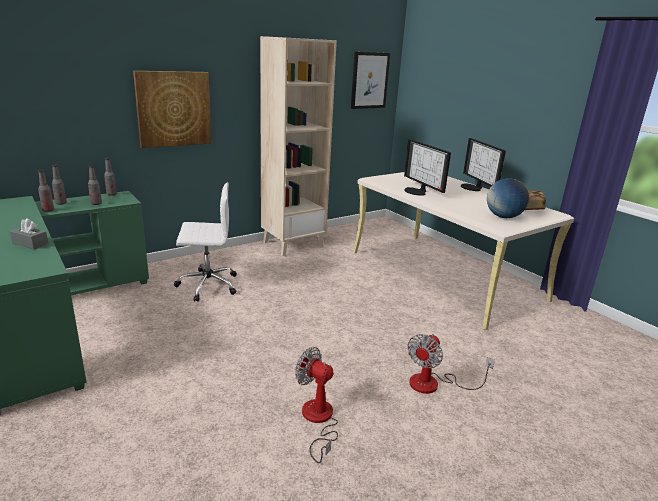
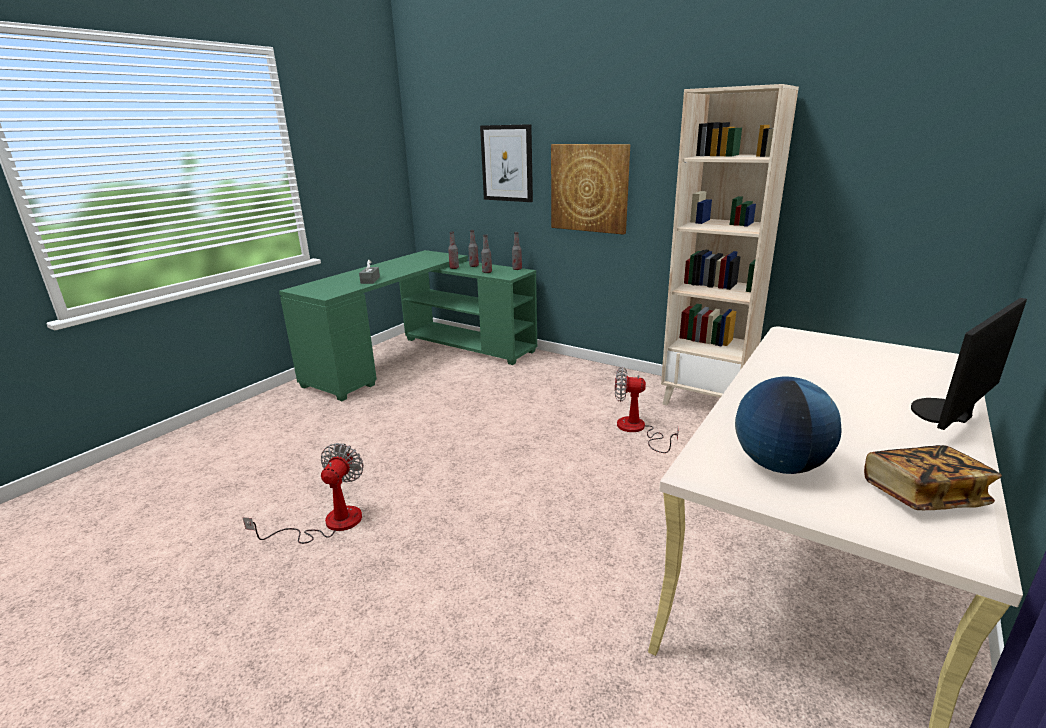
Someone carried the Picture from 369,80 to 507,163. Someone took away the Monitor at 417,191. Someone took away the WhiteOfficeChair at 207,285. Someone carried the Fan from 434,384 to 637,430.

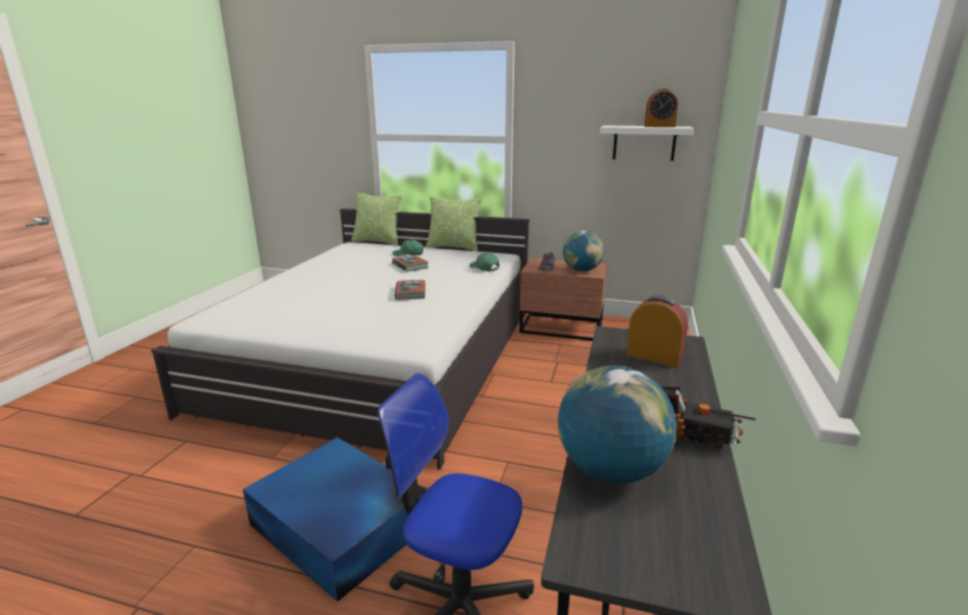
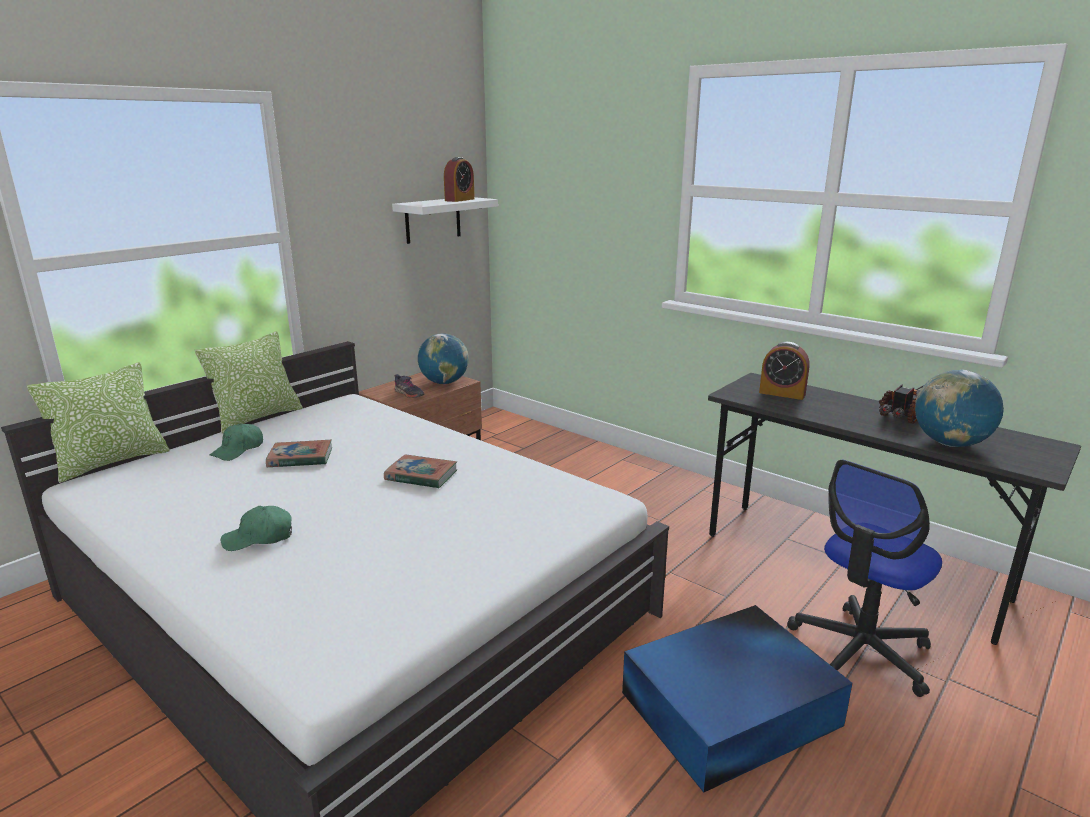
Someone carried the GreenCap from 484,268 to 259,538. Someone rotated the AlarmClock at 654,357 by 120 degrees counterclockwise.

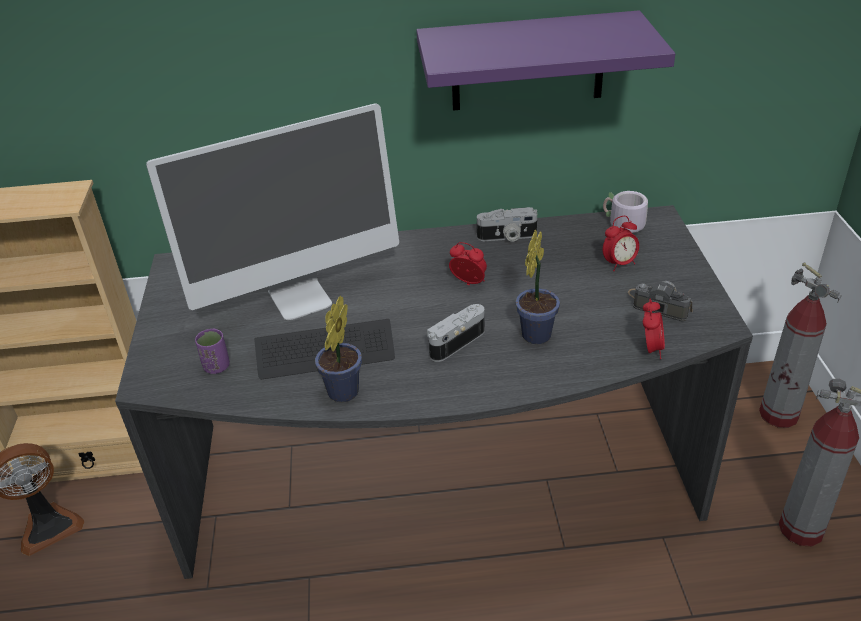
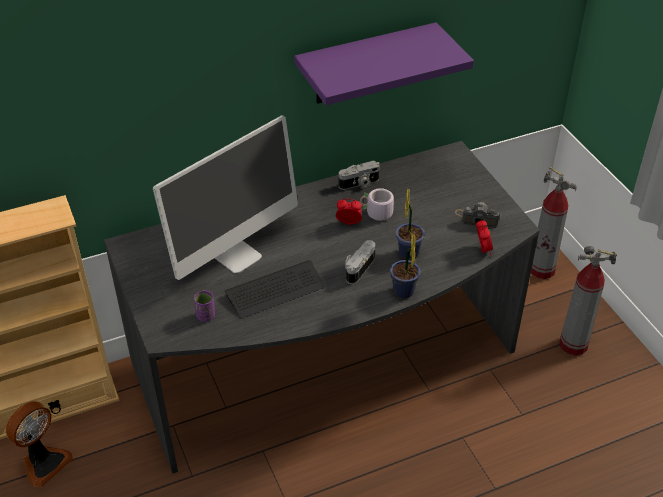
Someone carried the GreyMug from 622,225 to 376,214. Someone took away the AlarmClock at 619,264. Someone carried the PottedPlant from 341,395 to 403,293.

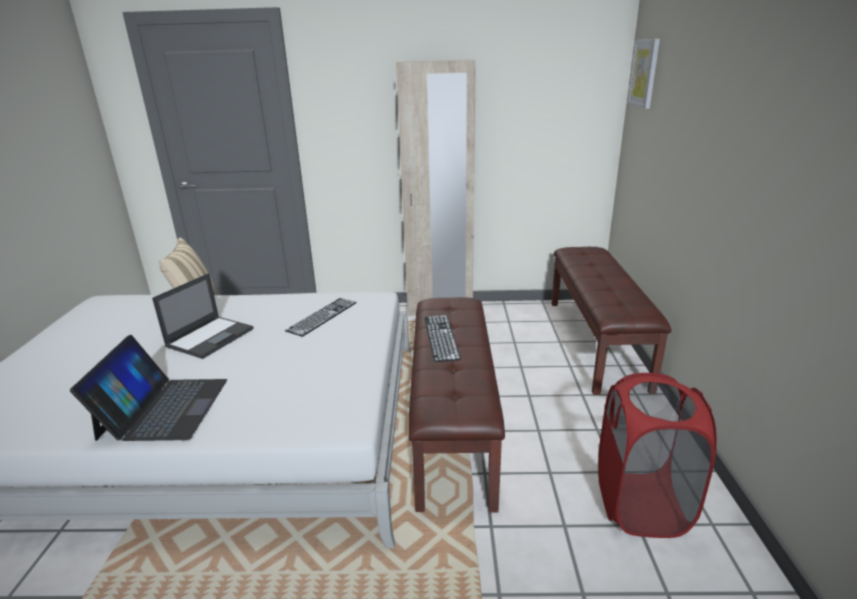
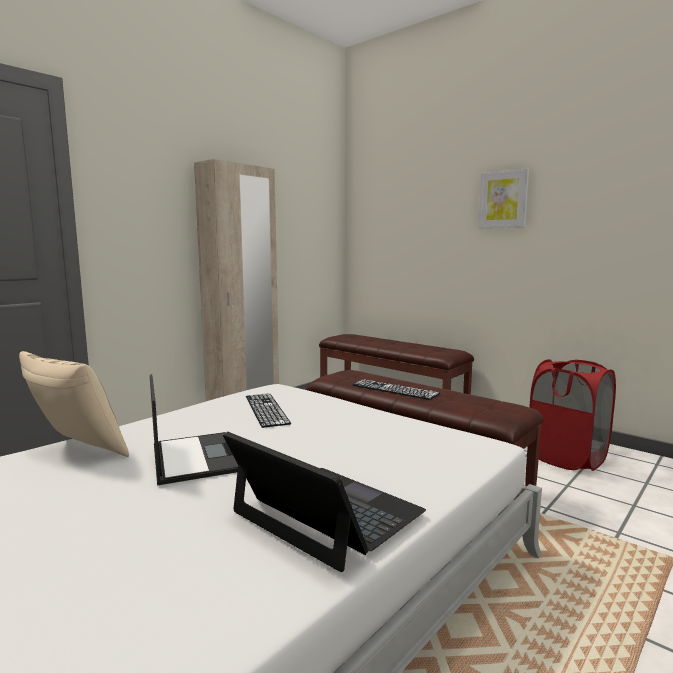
Someone carried the Picture from 644,73 to 503,199.

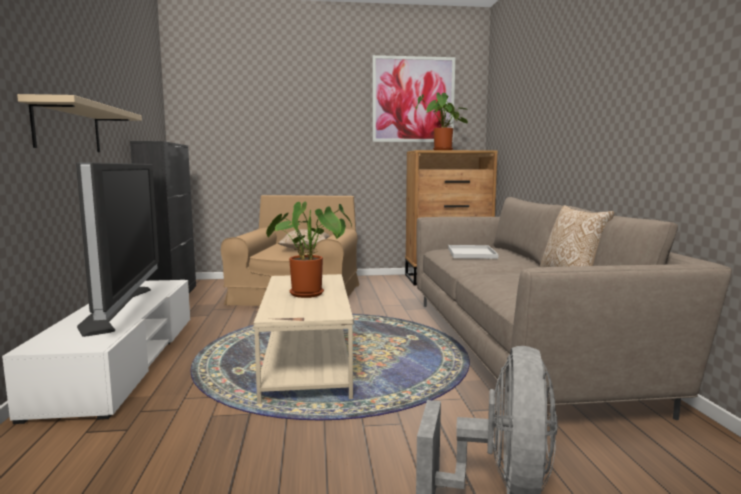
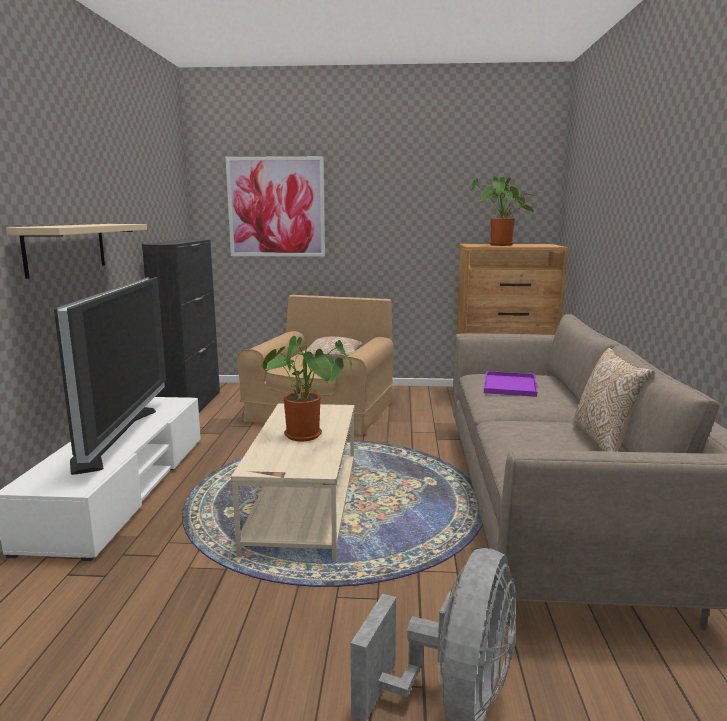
Someone carried the Picture from 413,99 to 276,207. Someone repainted the WhiteTray at 472,253, which became the PurpleTray at 510,386.

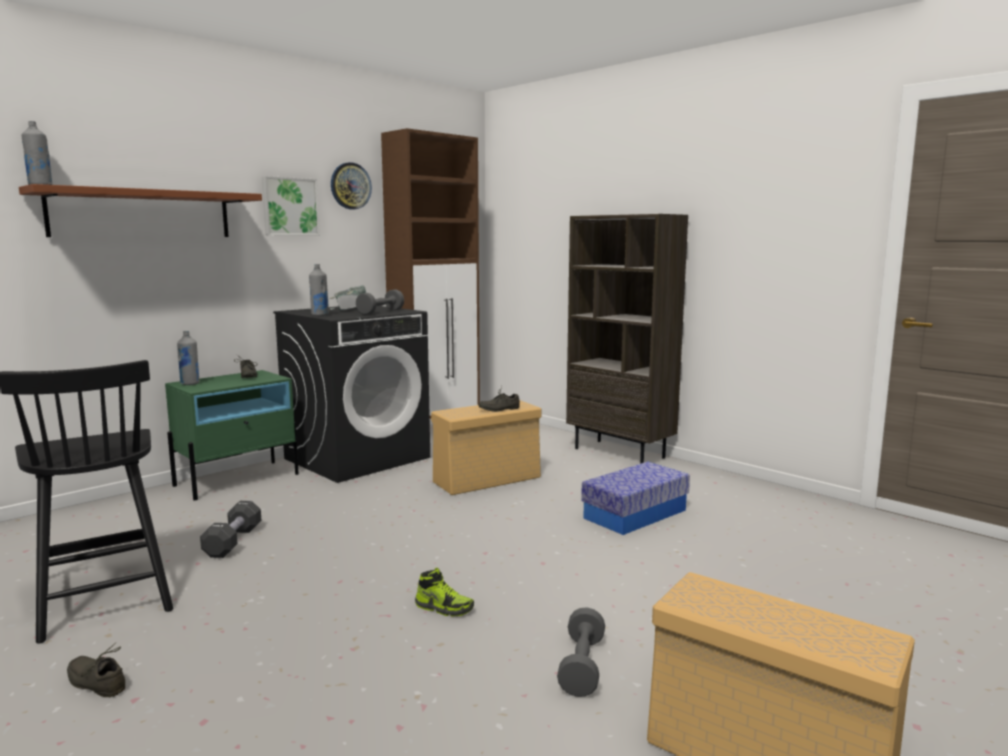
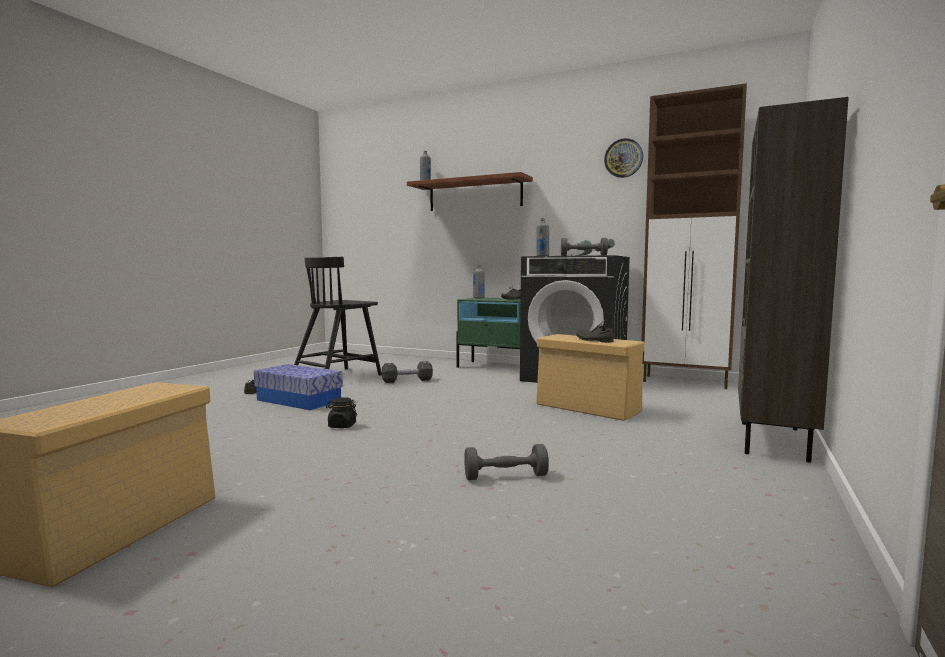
Someone took away the Picture at 289,207. Someone carried the StorageBox from 635,514 to 299,400. Someone swapped the Shoe at 444,608 for the BlackJar at 342,426. Someone carried the GreyDumbbell from 582,666 to 505,476.

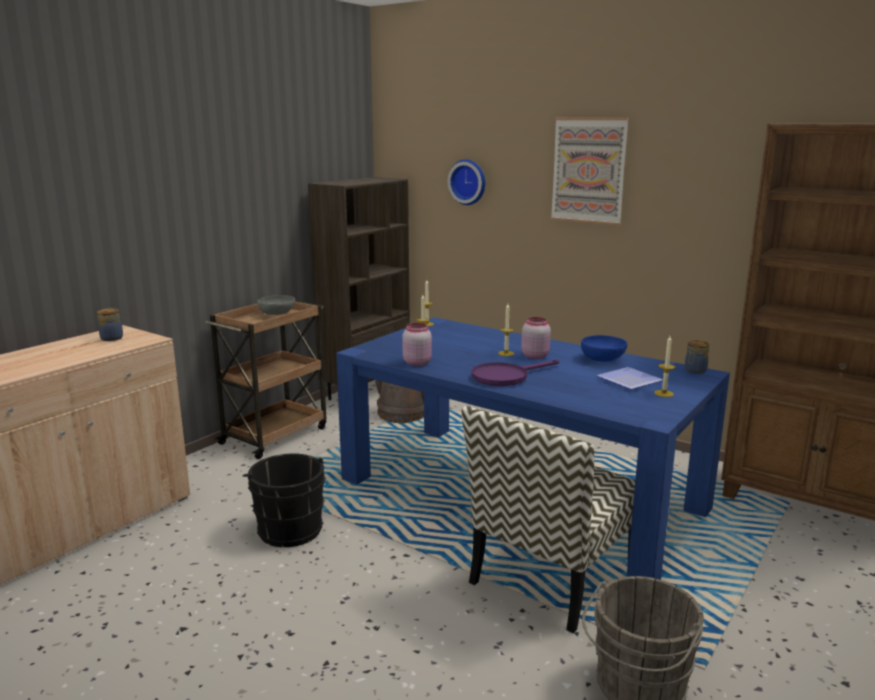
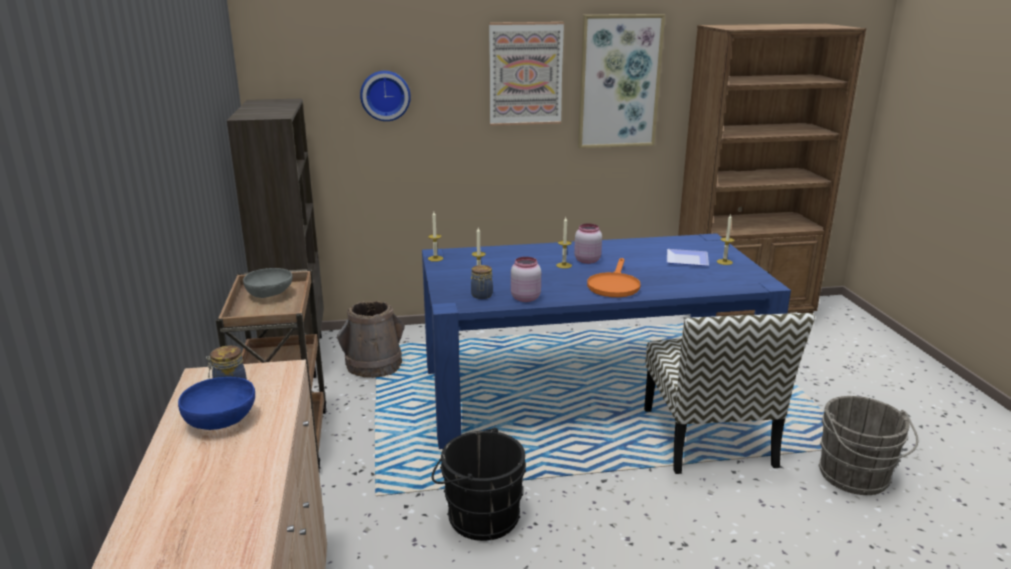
Someone carried the BlueBowl from 603,359 to 221,420. Someone carried the Jar from 694,371 to 481,296. Someone repainted the PurpleFryingPan at 506,376, which became the OrangeFryingPan at 614,285. Someone put up the Picture at 619,82.

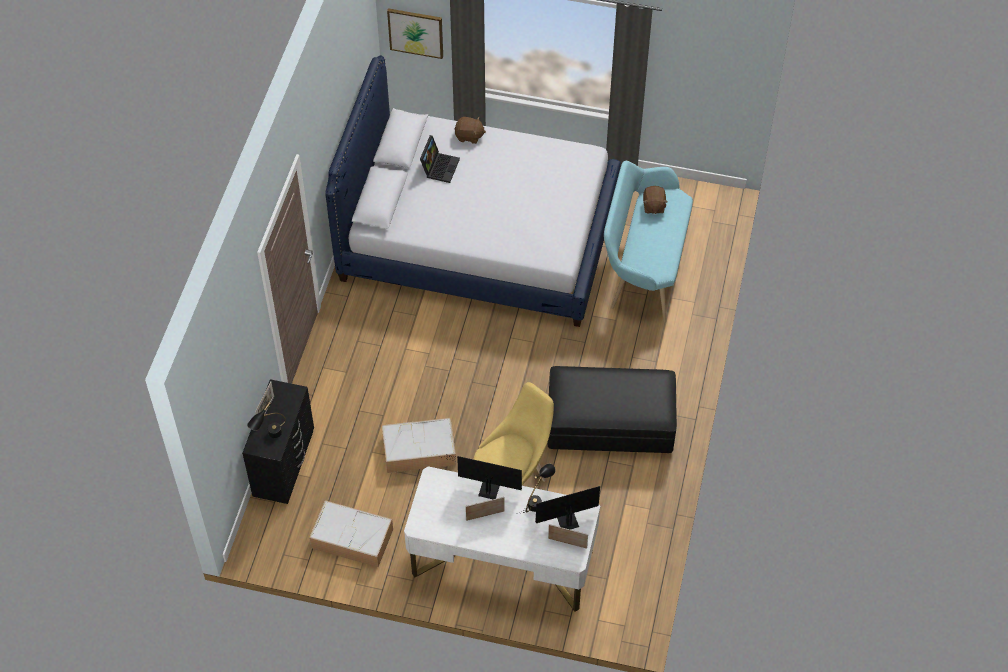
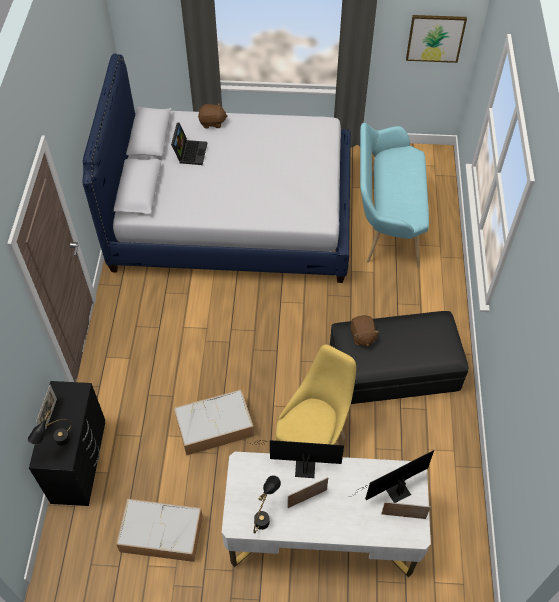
Someone carried the Picture from 416,32 to 435,38. Someone carried the BrownPlushToy from 653,206 to 362,336. Someone carried the BlackTableLamp from 538,501 to 265,515.

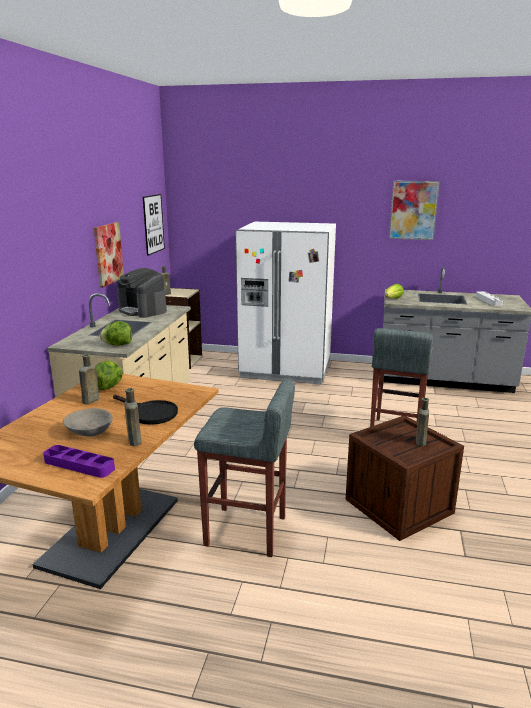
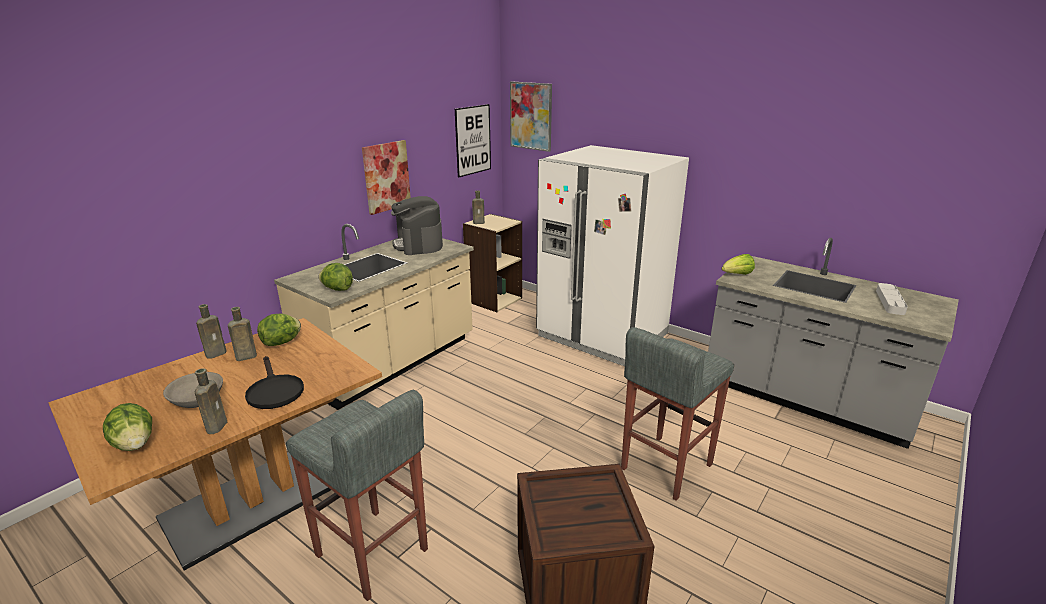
Someone carried the Picture from 413,210 to 531,116. Someone carried the BrownBottle from 420,441 to 217,353. Someone swapped the PurpleTray at 79,465 for the Lettuce at 135,444.

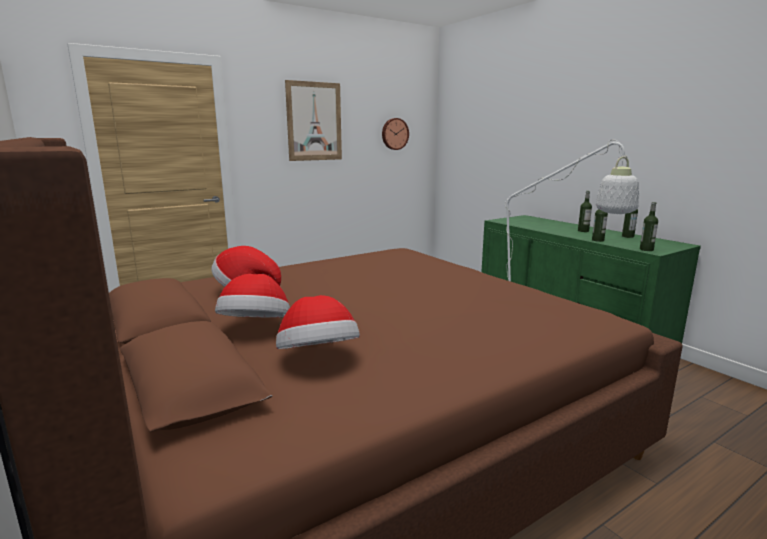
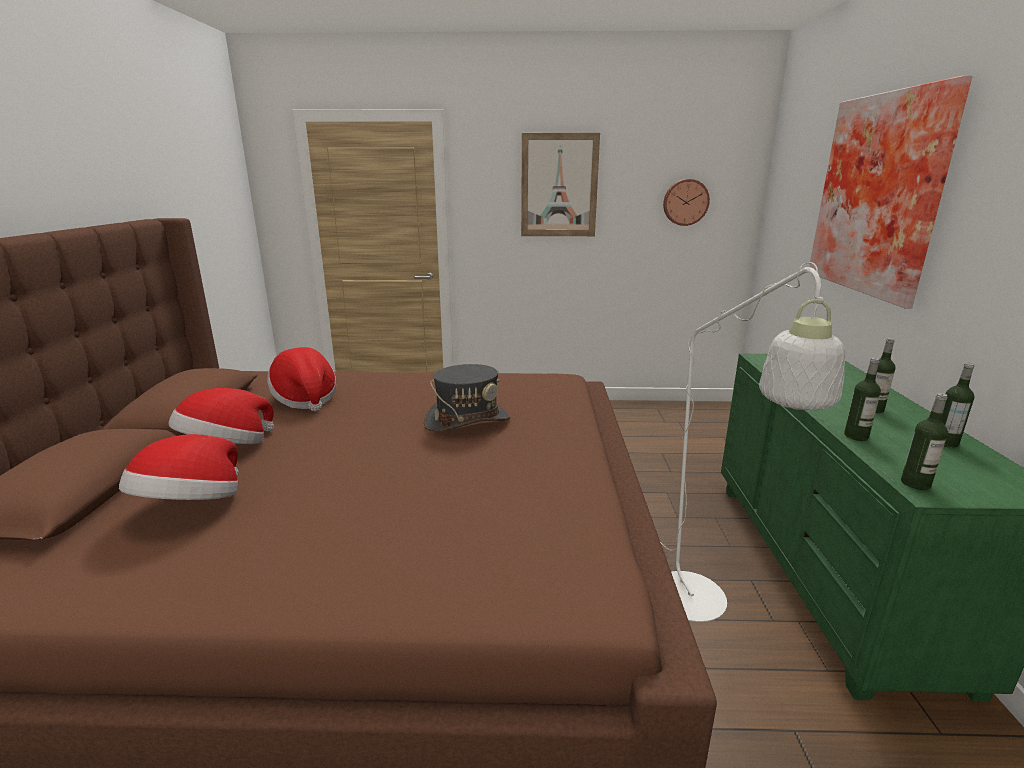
Someone put up the Picture at 883,195. Someone put down the GreyHat at 467,421.

